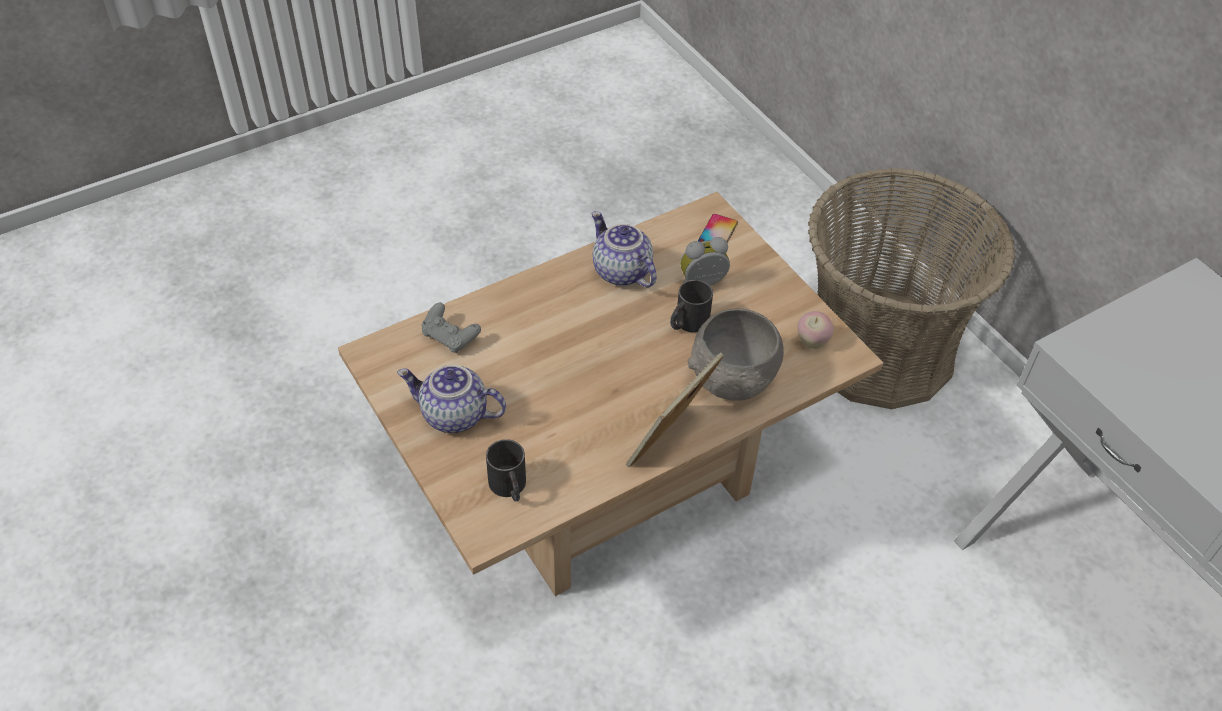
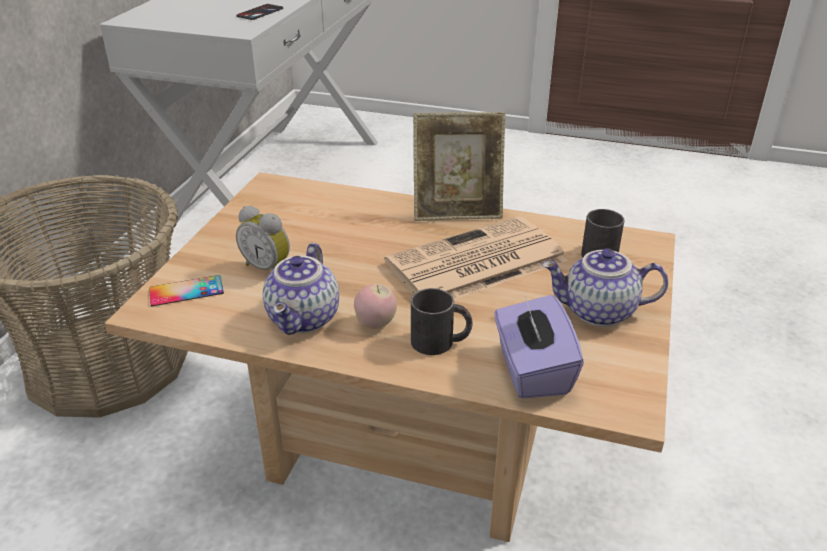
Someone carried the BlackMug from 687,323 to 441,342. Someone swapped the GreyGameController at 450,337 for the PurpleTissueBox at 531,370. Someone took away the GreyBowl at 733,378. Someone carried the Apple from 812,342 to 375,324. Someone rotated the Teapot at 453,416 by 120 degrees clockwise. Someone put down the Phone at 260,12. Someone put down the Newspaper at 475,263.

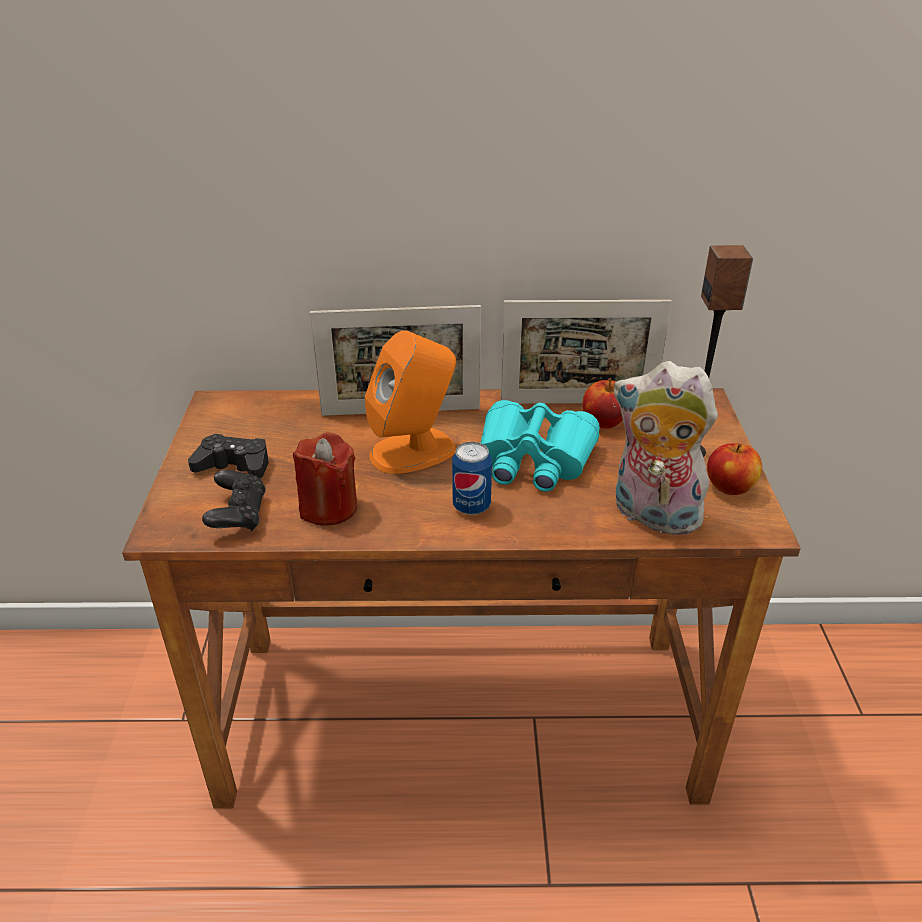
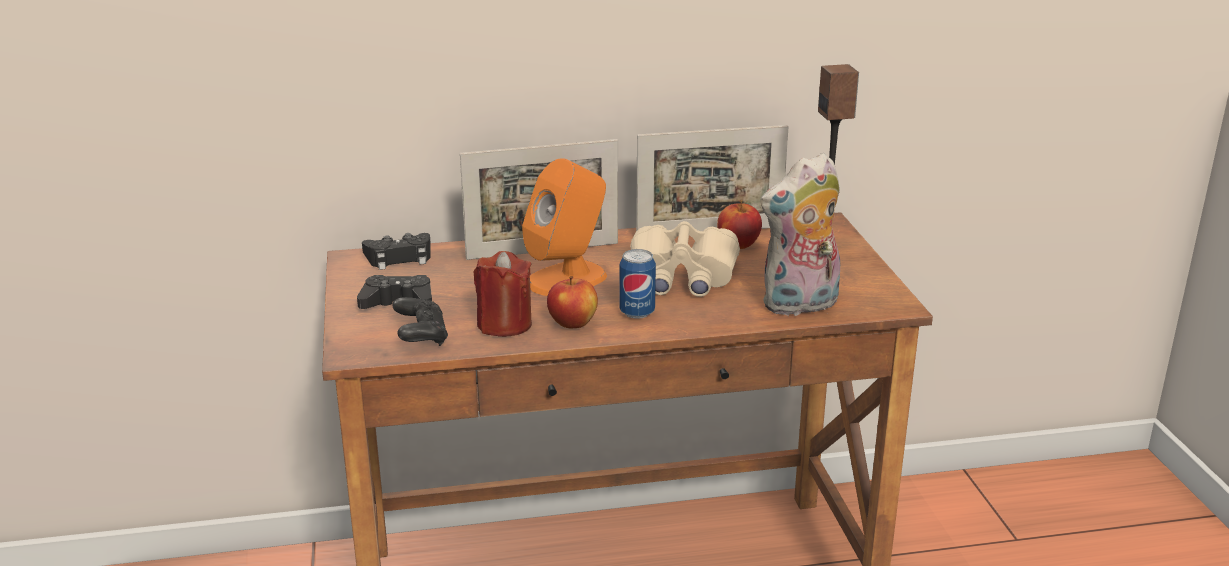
Someone rotated the PlushToy at 651,516 by 45 degrees counterclockwise. Someone repainted the TurquoiseBinoculars at 533,459, which became the BeigeBinoculars at 682,276. Someone carried the Apple from 729,488 to 573,323. Someone put down the BlackGameController at 399,258.

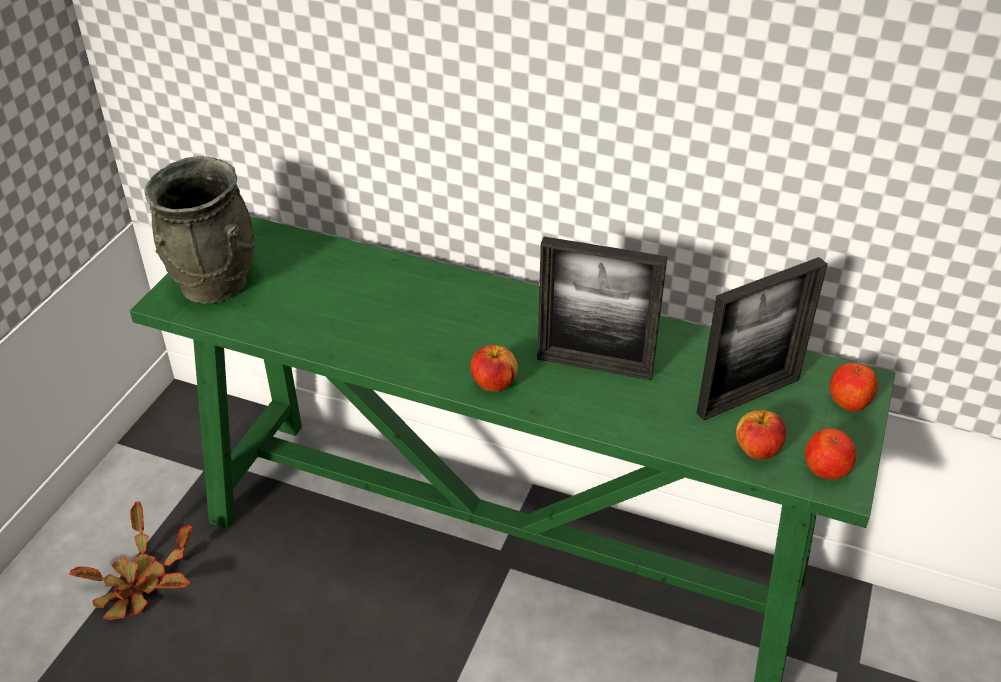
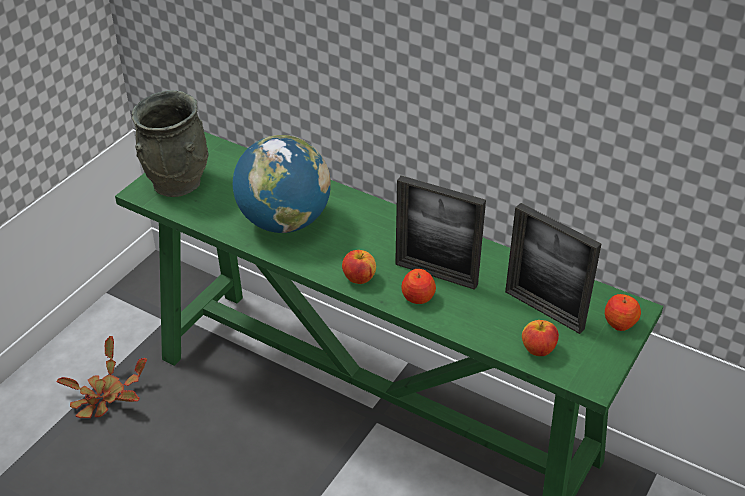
Someone rotated the PictureFrame at 748,396 by 60 degrees clockwise. Someone carried the Apple from 826,468 to 418,297. Someone put down the Globe at 284,221.

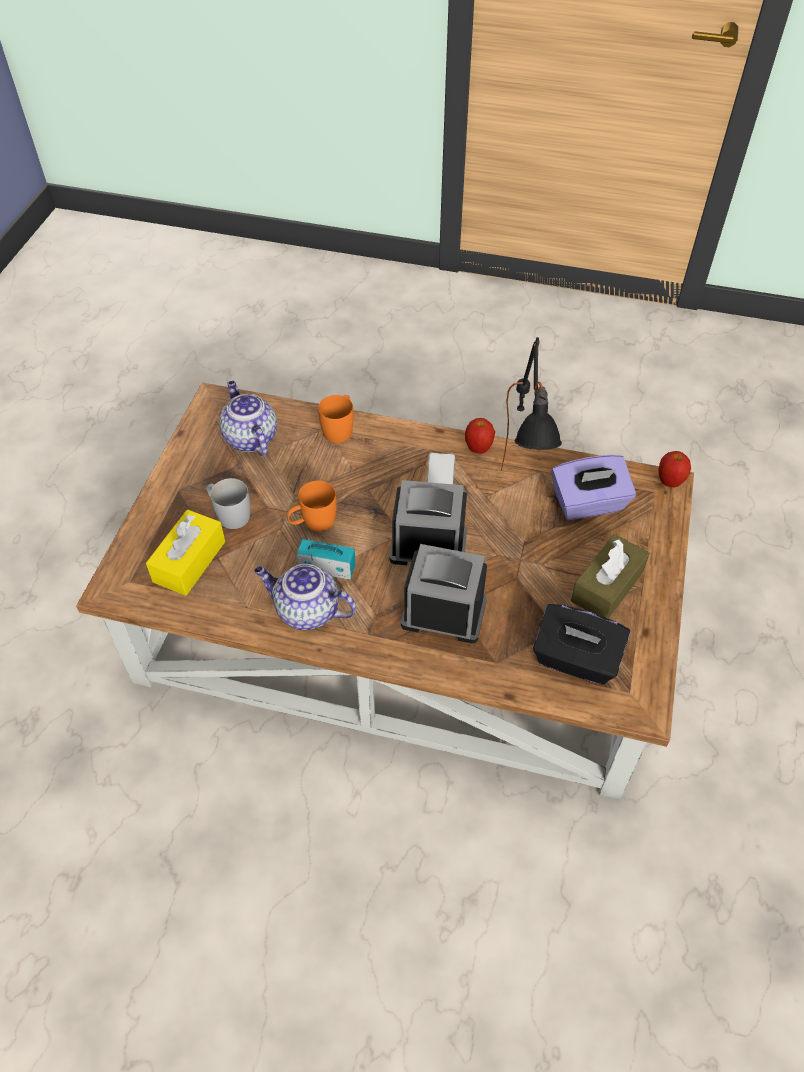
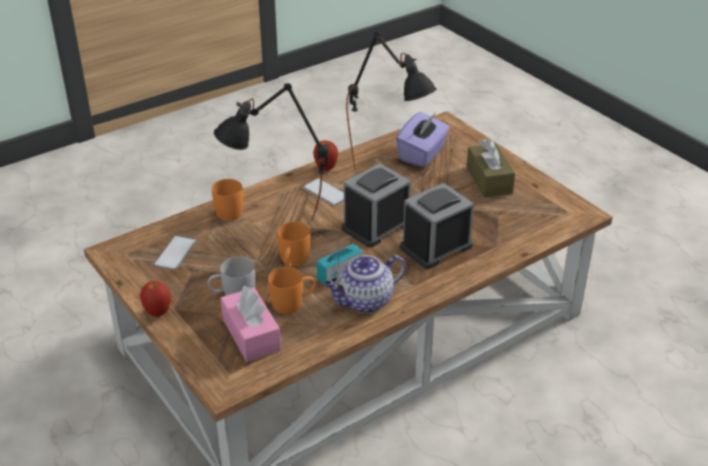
Someone swapped the Teapot at 249,438 for the Phone at 175,253. Someone carried the Apple from 669,482 to 158,312. Someone repainted the YellowTissueBox at 189,561, which became the PinkTissueBox at 251,335. Someone took away the BlackTissueBox at 575,660. Someone put down the BlackTableLamp at 277,232. Someone put down the OrangeMug at 293,303.

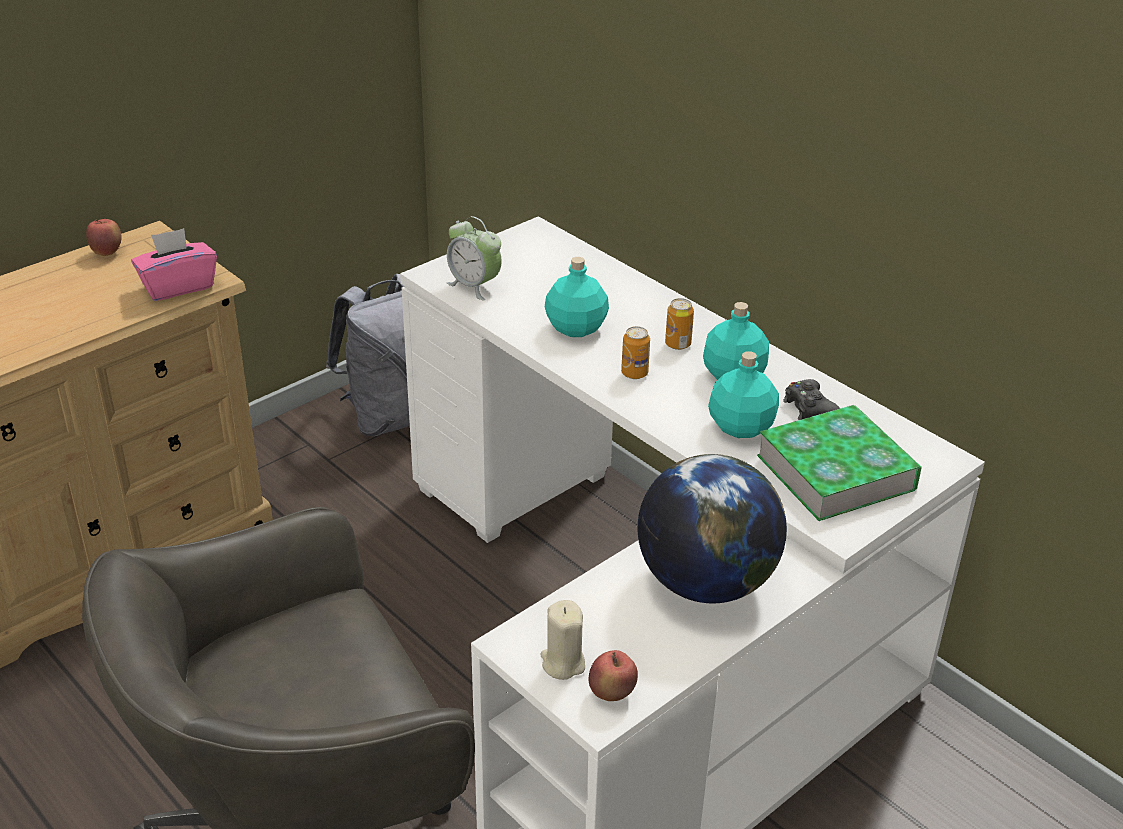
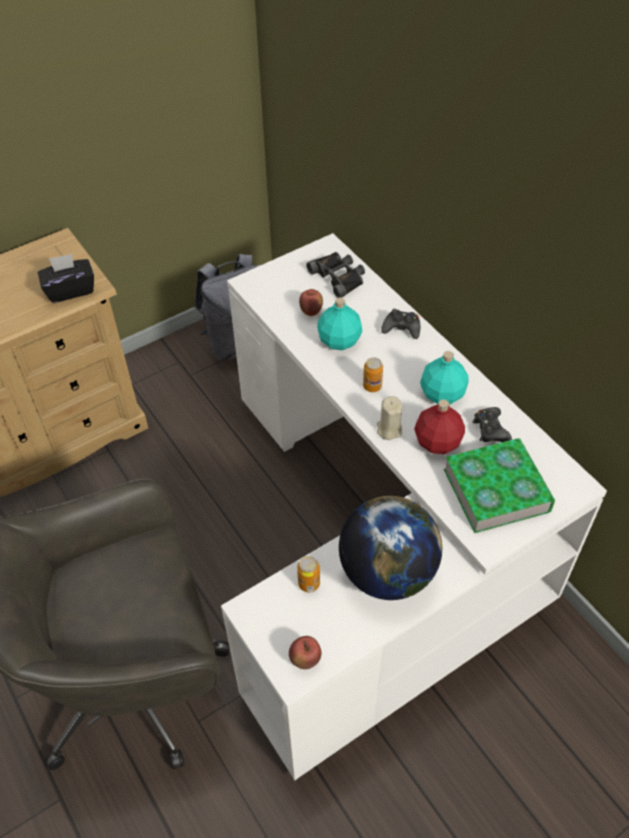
Someone took away the AlarmClock at 474,286. Someone carried the Apple from 107,253 to 311,311. Someone repainted the PinkTissueBox at 178,286, which became the BlackTissueBox at 70,290. Someone carried the Can from 678,344 to 309,583. Someone repainted the TurquoiseBottle at 741,426, which became the RedBottle at 438,441. Someone carried the BeigeCandle from 562,663 to 389,429. Someone put down the BlackBinoculars at 338,277. Someone put down the BlackGameController at 401,328.

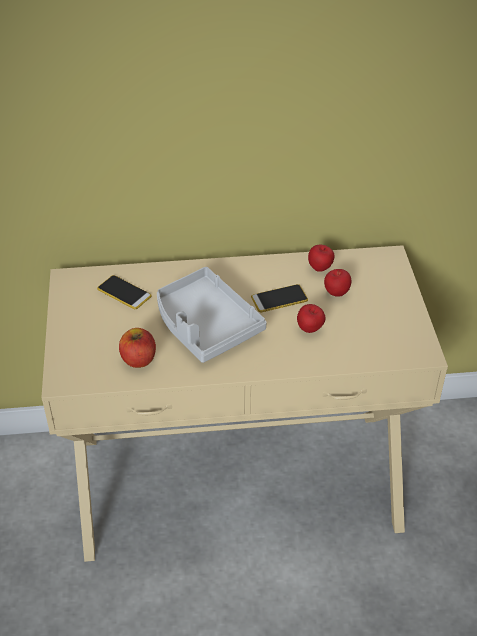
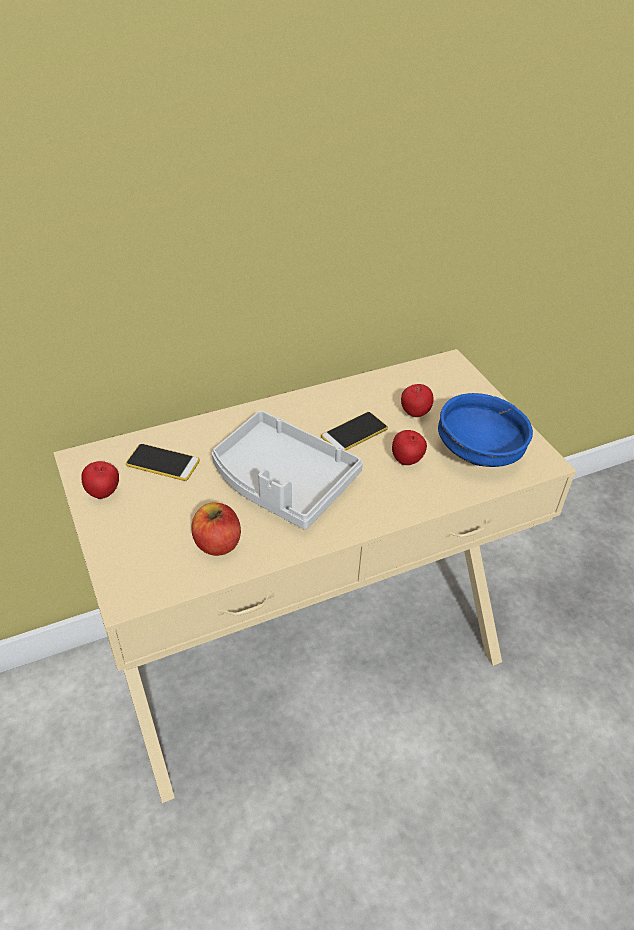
Someone carried the Apple from 320,268 to 104,493. Someone put down the BlueBowl at 480,453.

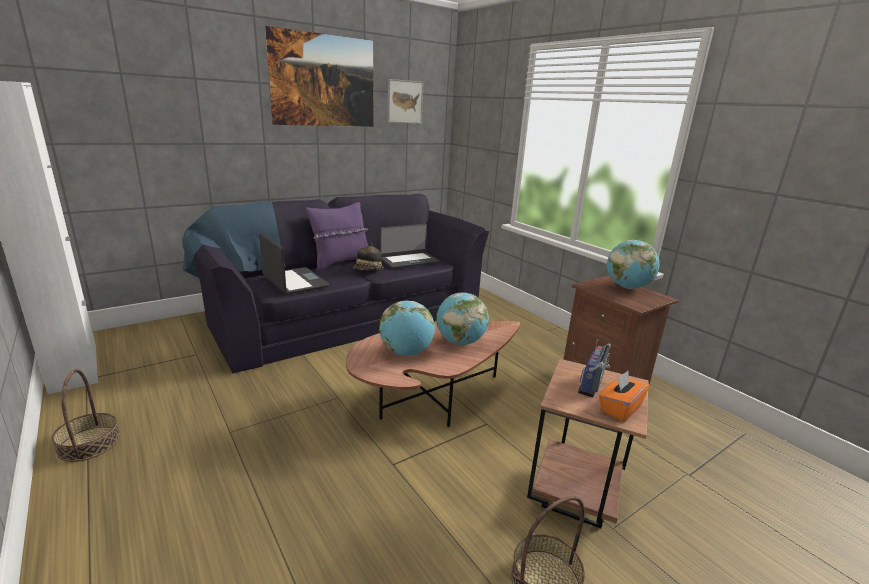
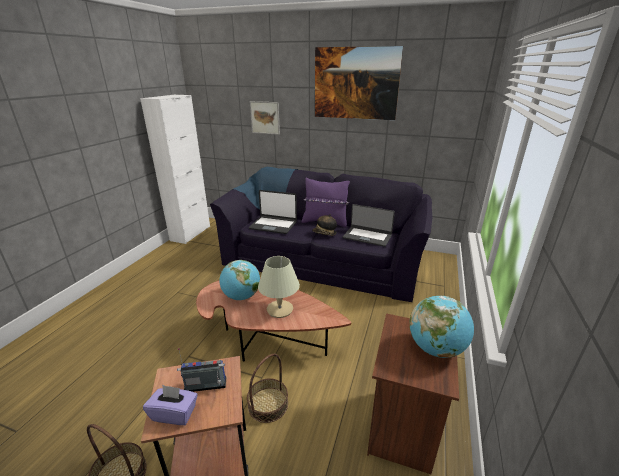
Someone carried the Picture from 405,102 to 265,117. Someone rotated the Laptop at 294,282 by 90 degrees clockwise. Someone swapped the Globe at 460,342 for the BeigeTableLamp at 280,309. Someone carried the Basket from 89,443 to 268,404. Someone repainted the OrangeTissueBox at 619,409, which became the PurpleTissueBox at 174,413.

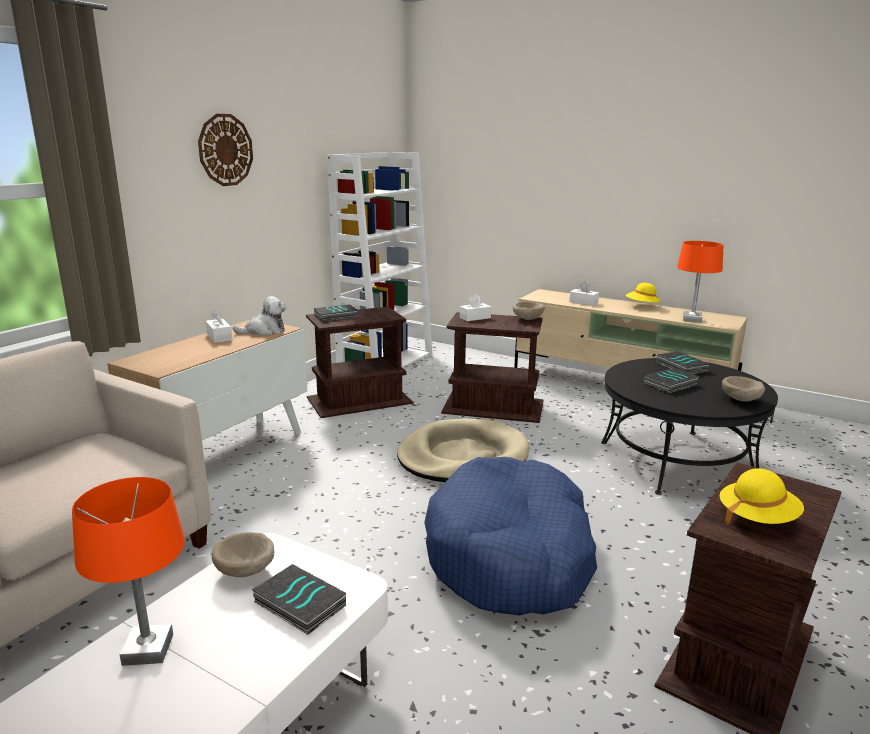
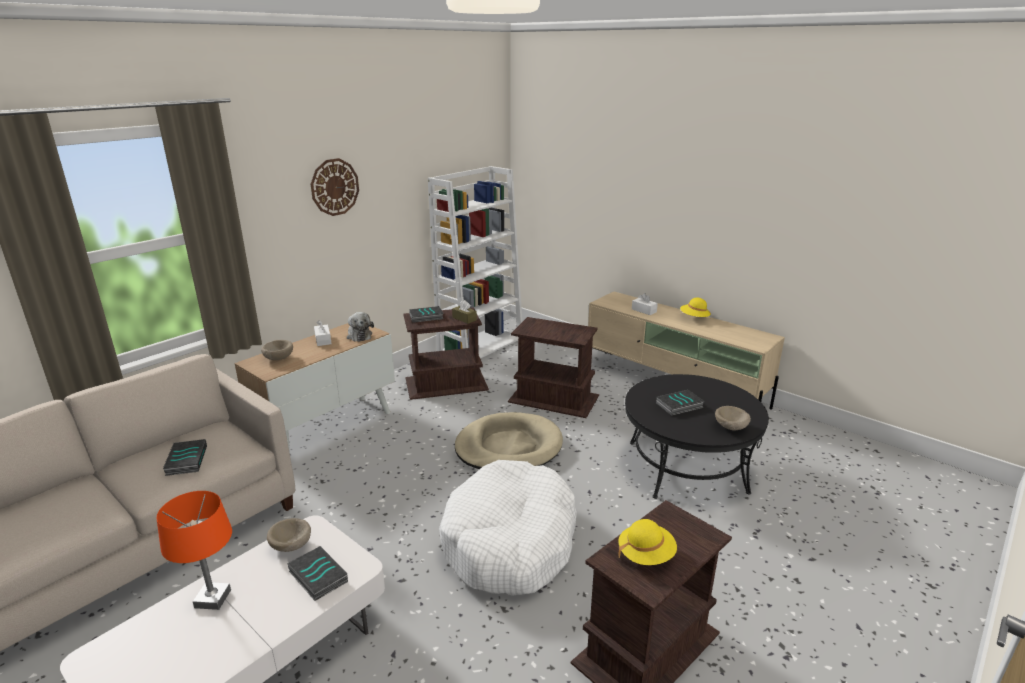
Someone took away the OrangeTableLamp at 691,319. Someone took away the WhiteTissueBox at 475,318. Someone rotated the PlushToy at 264,331 by 75 degrees clockwise. Someone carried the BeigeBowl from 527,319 to 278,358. Someone carried the Book from 680,366 to 185,460. Someone repainted the BlueDogBed at 510,555, which became the WhiteDogBed at 510,541. Someone put down the BrownTissueBox at 464,319.

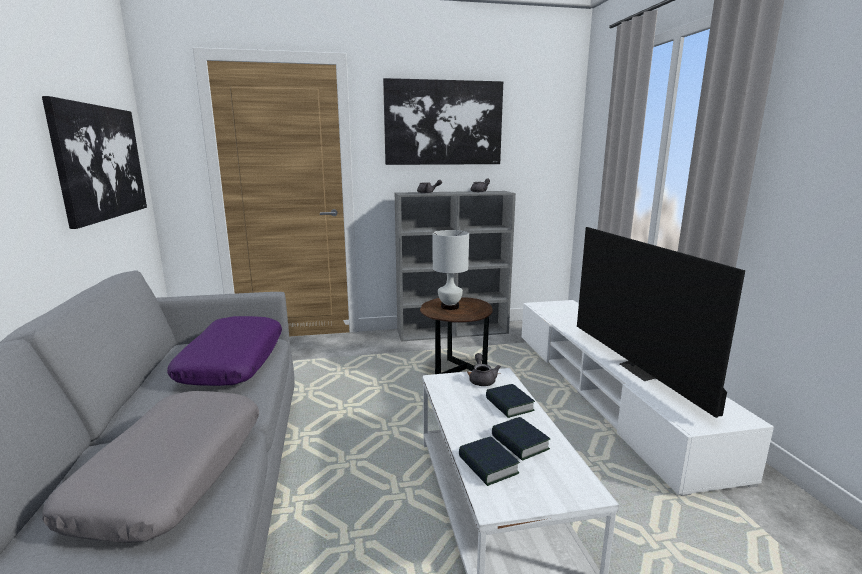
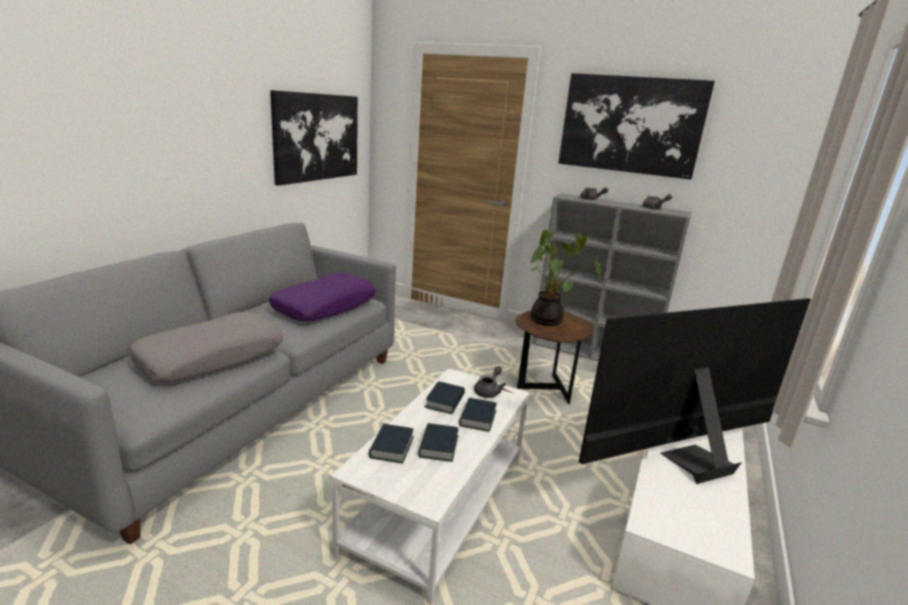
Someone rotated the Television at 643,371 by 45 degrees clockwise. Someone swapped the WhiteTableLamp at 449,306 for the PottedPlant at 549,321. Someone put down the Book at 445,401.

